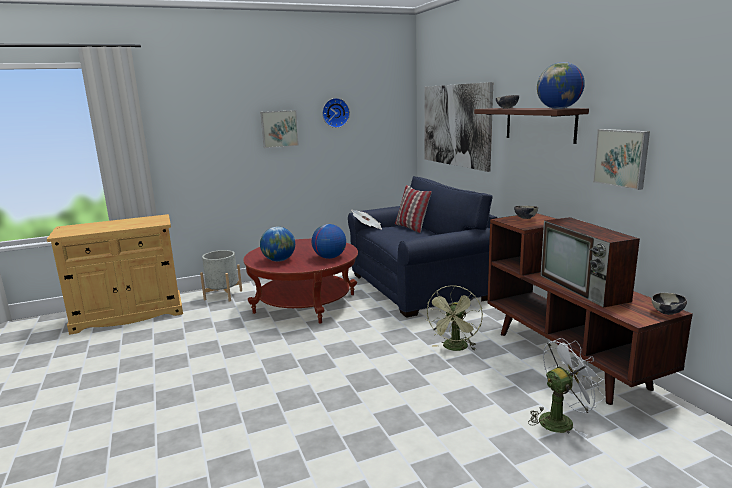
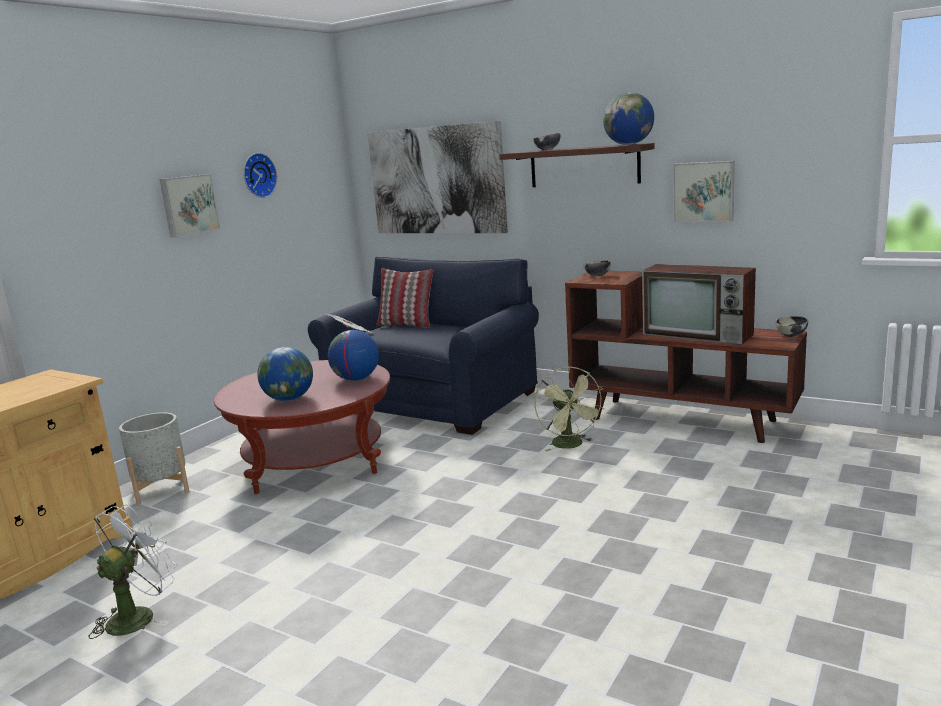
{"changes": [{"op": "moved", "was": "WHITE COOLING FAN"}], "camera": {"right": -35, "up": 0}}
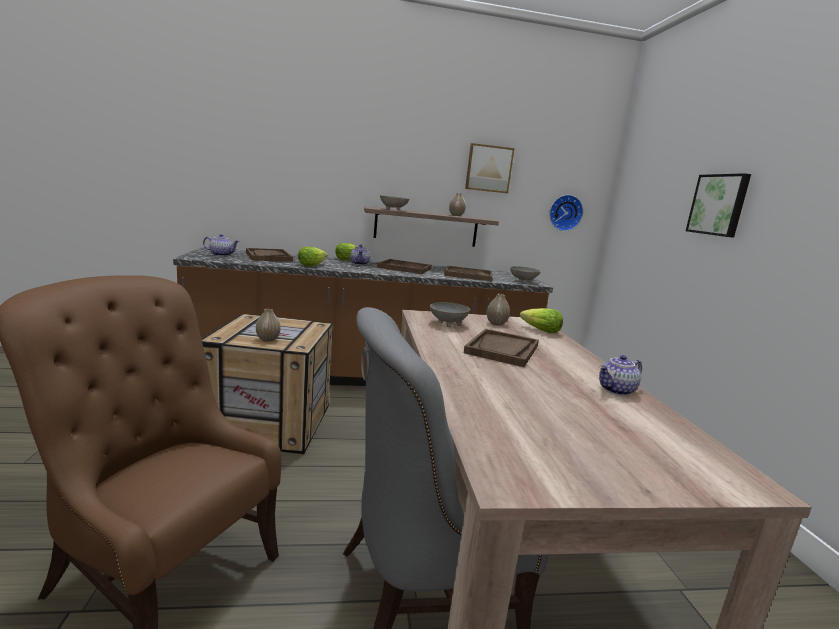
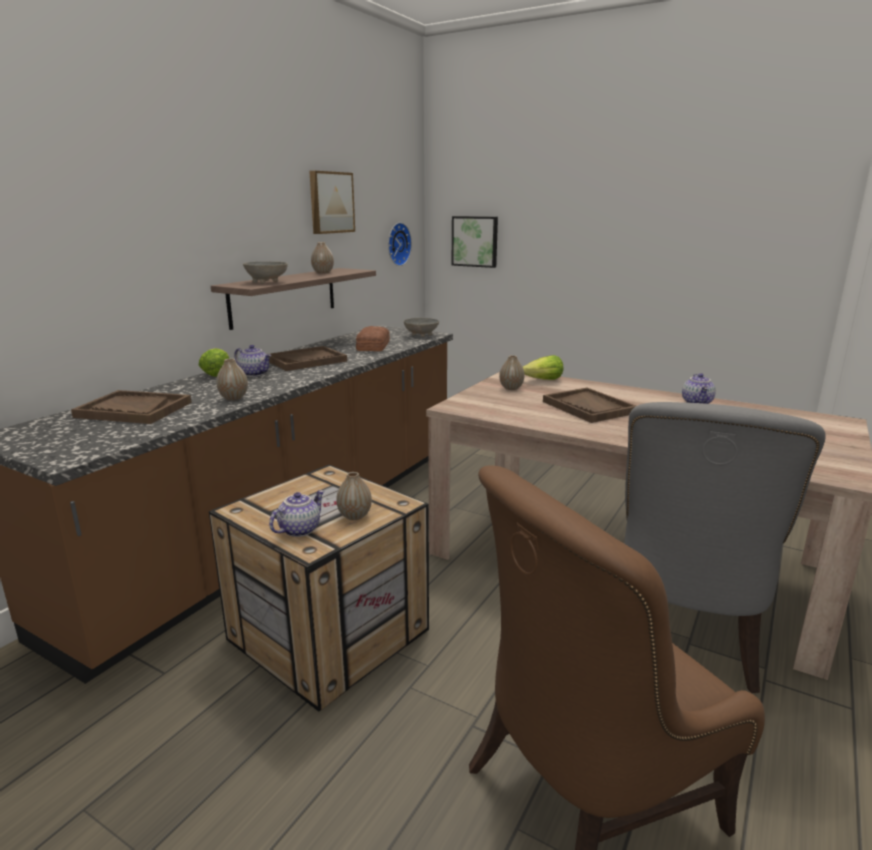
{"changes": [{"op": "moved", "was": "TEAPOT (1st from left in the first image)", "now": "TEAPOT (2nd from left)"}, {"op": "replaced", "was": "LETTUCE (1st from left)", "now": "FLOWER VASE (1st from left)"}, {"op": "removed", "was": "GREY SERVING BOWL (2nd from left)"}, {"op": "replaced", "was": "BROWN TRAY (3rd from left)", "now": "BAKERY BREAD"}, {"op": "moved", "was": "WALL ART (2nd from left)"}], "camera": {"right": -50, "up": 5}}
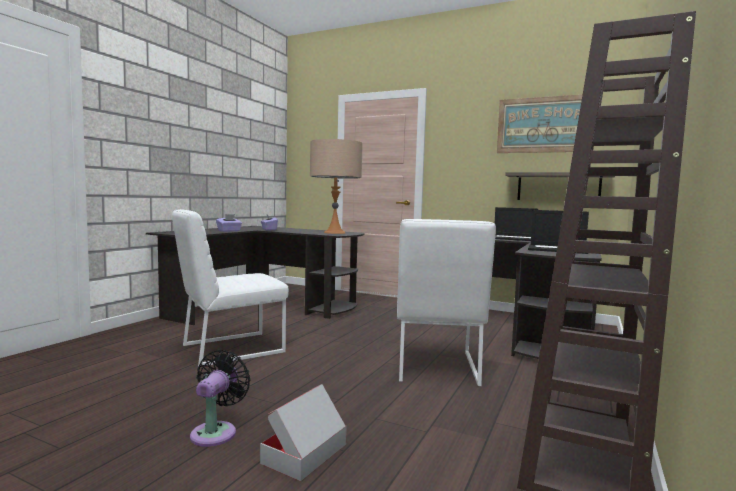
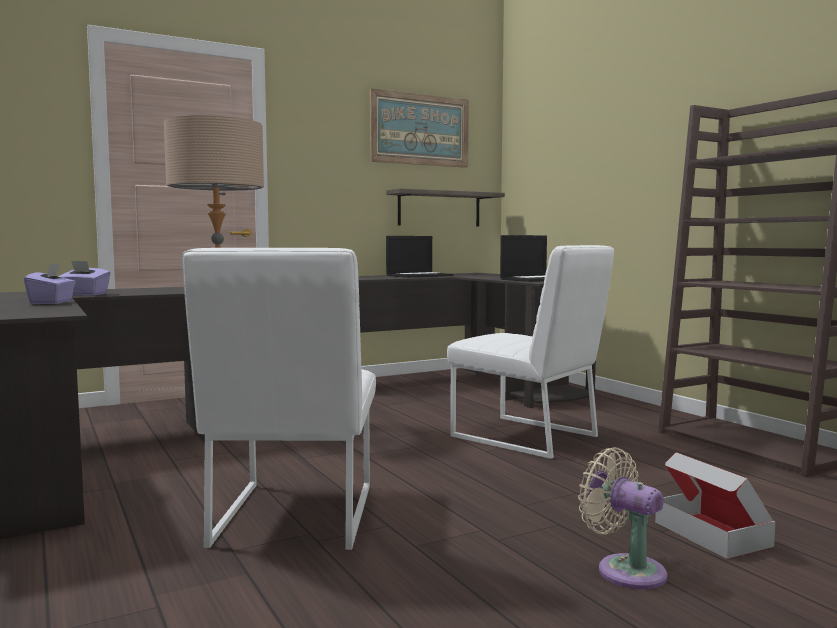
{"changes": [{"op": "recoloured", "was": "BLACKISH COOLING FAN", "now": "SAND-COLOURED COOLING FAN"}], "camera": {"right": -55, "up": 0}}
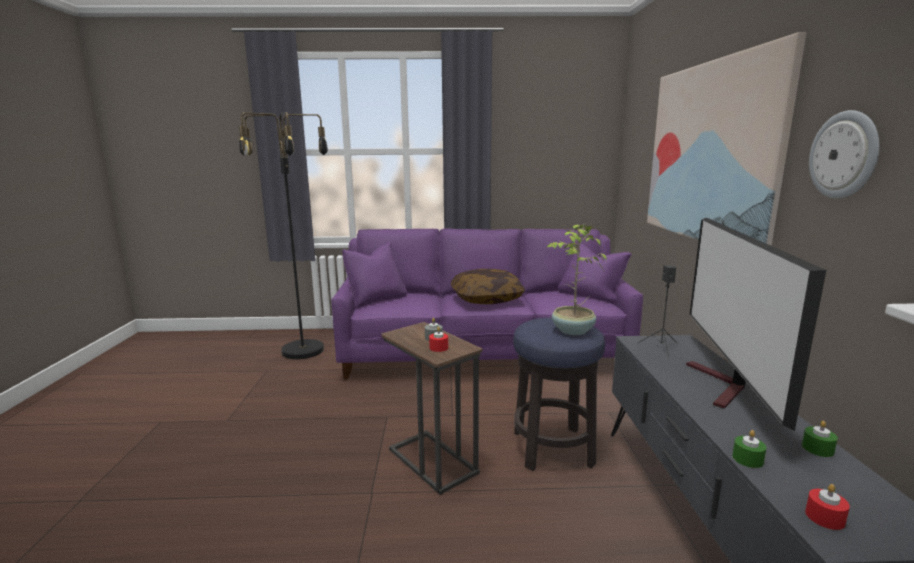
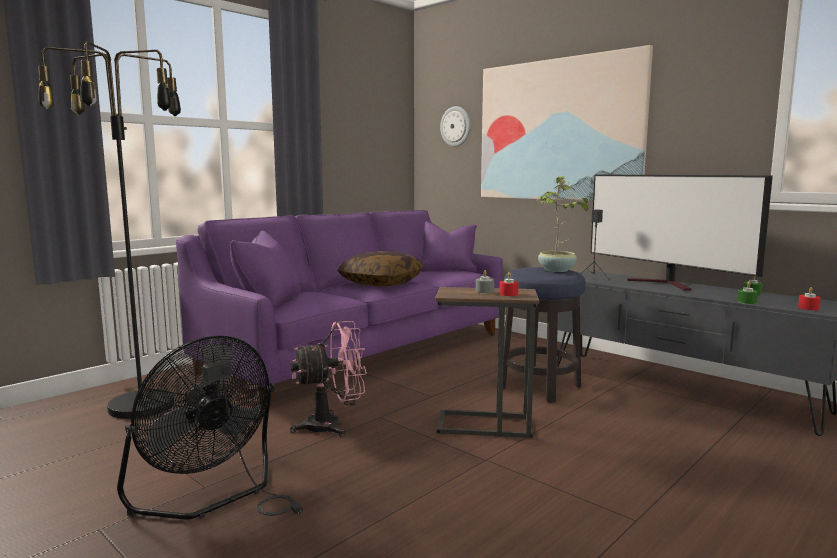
{"changes": [{"op": "moved", "was": "WALL CLOCK"}, {"op": "added", "now": "BLACKISH COOLING FAN"}, {"op": "added", "now": "PINK COOLING FAN"}], "camera": {"right": -45, "up": -5}}
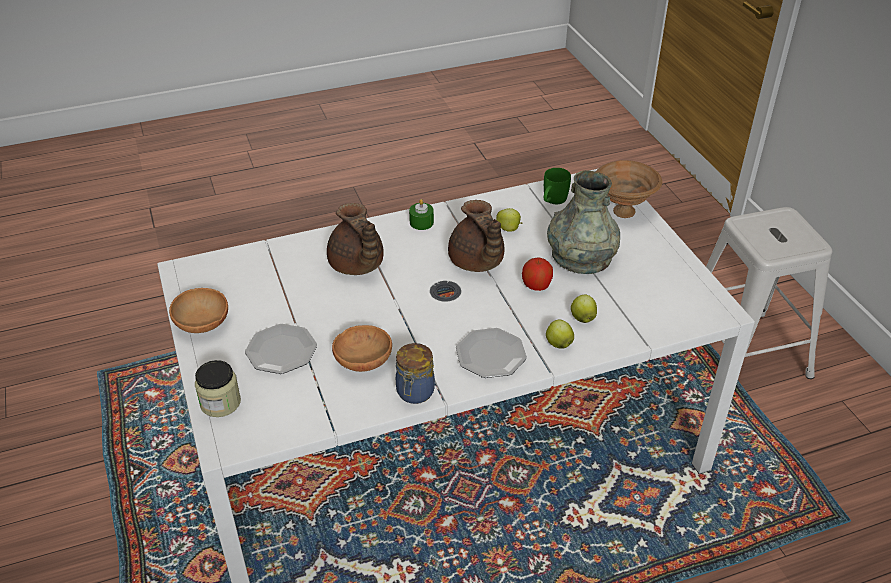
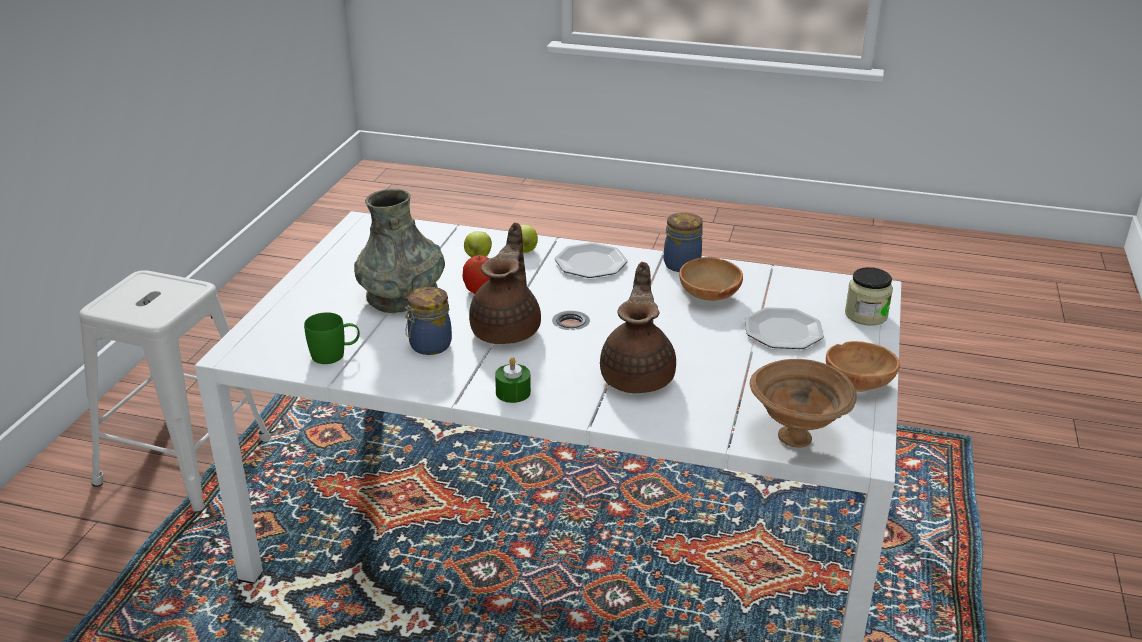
{"changes": [{"op": "replaced", "was": "WHOLE APPLE (1st from left)", "now": "JAR (1st from left)"}, {"op": "moved", "was": "BROWN SERVING BOWL (3rd from left in the first image)", "now": "BROWN SERVING BOWL (2nd from left)"}], "camera": {"right": -145, "up": -10}}
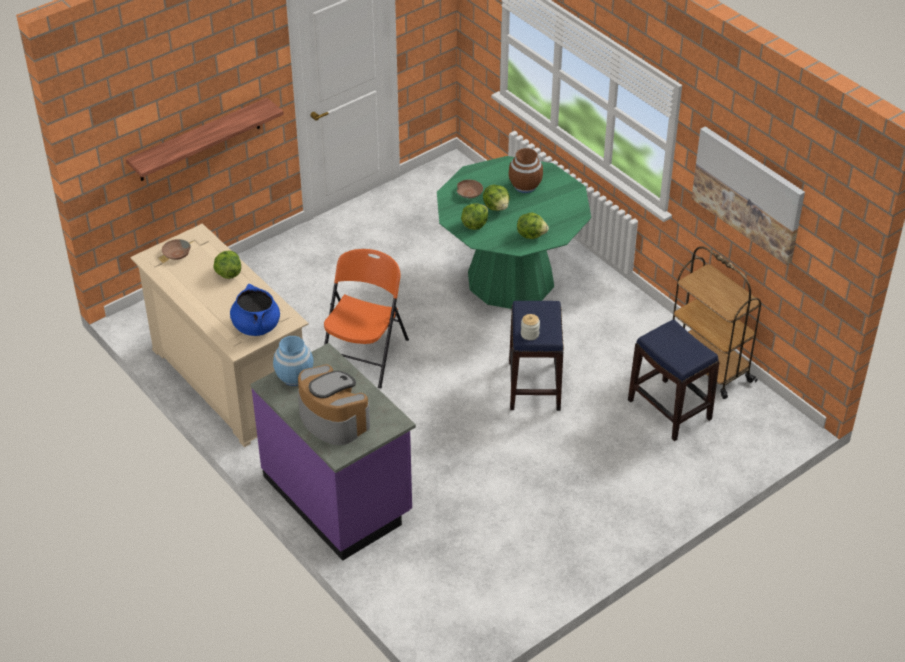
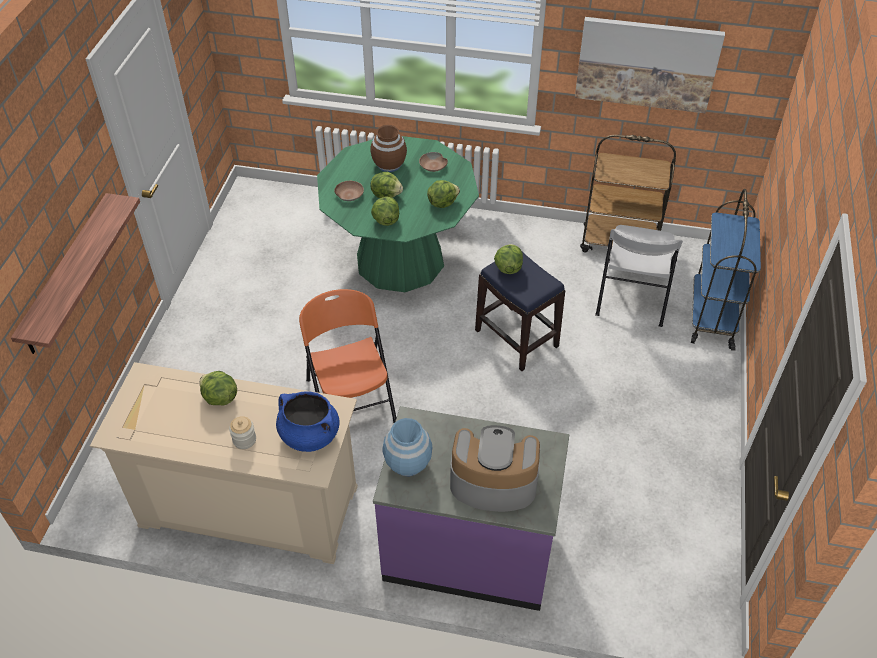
{"changes": [{"op": "moved", "was": "BROWN SERVING BOWL (1st from left in the first image)", "now": "BROWN SERVING BOWL (2nd from left)"}, {"op": "moved", "was": "JAR"}, {"op": "replaced", "was": "STOOL (2nd from left)", "now": "WHITE PLAIN CHAIR"}, {"op": "added", "now": "LETTUCE (5th from left)"}, {"op": "added", "now": "BLUISH CART"}], "camera": {"right": -40, "up": 5}}
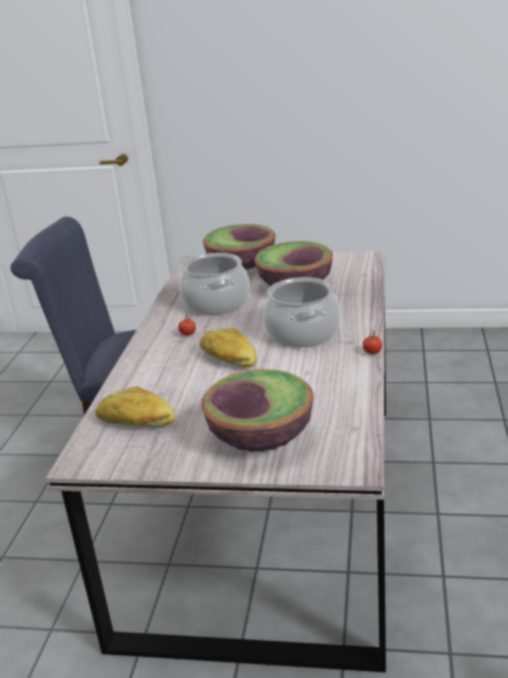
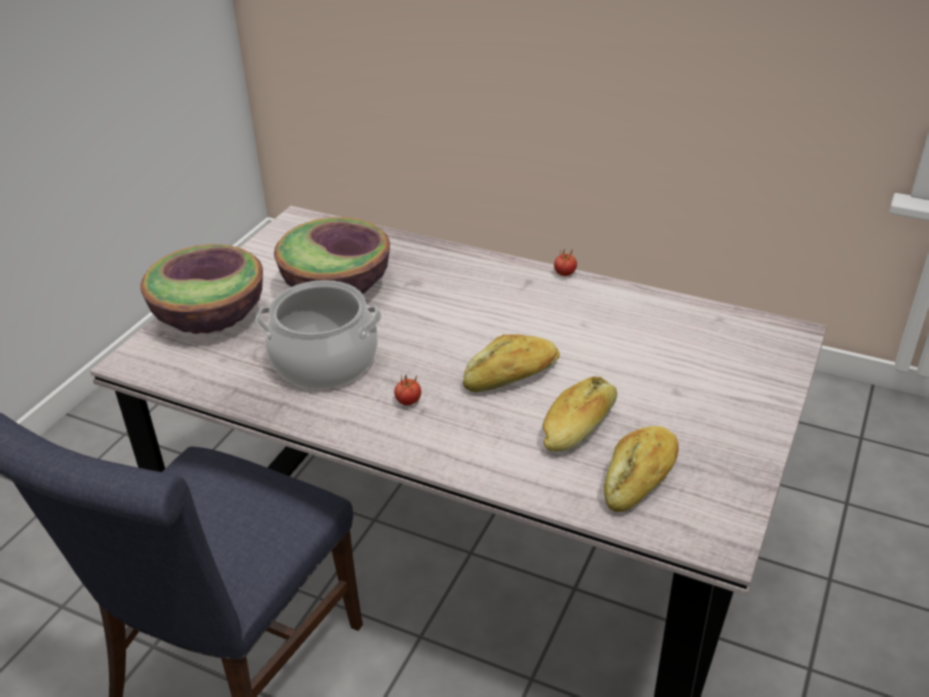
{"changes": [{"op": "removed", "was": "SERVING BOWL (2nd from left)"}, {"op": "removed", "was": "COOKING POT (2nd from left)"}, {"op": "added", "now": "BAKERY BREAD (2nd from left)"}], "camera": {"right": -75, "up": 10}}
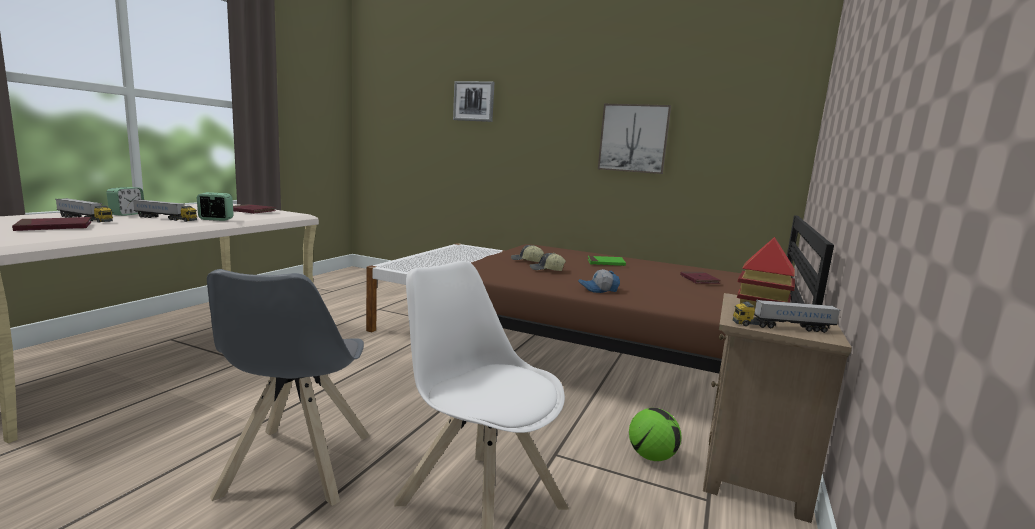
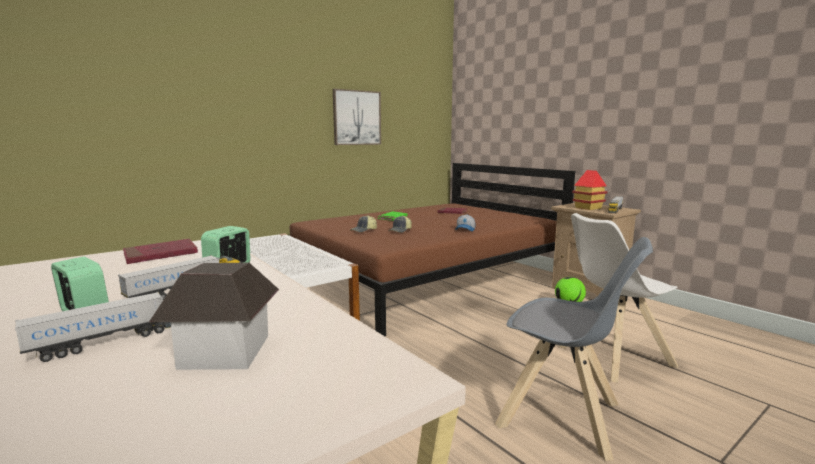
{"changes": [{"op": "replaced", "was": "RED-COLOURED VOLUME (1st from left)", "now": "MODEL HOUSE (1st from left)"}, {"op": "removed", "was": "WALL ART (1st from left)"}], "camera": {"right": -60, "up": 0}}
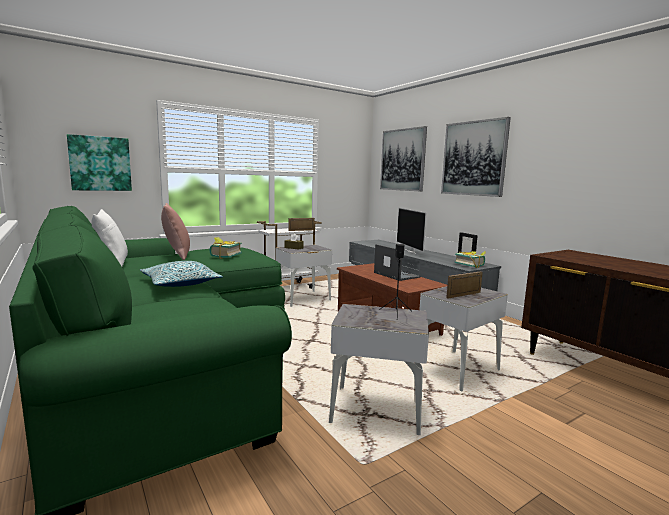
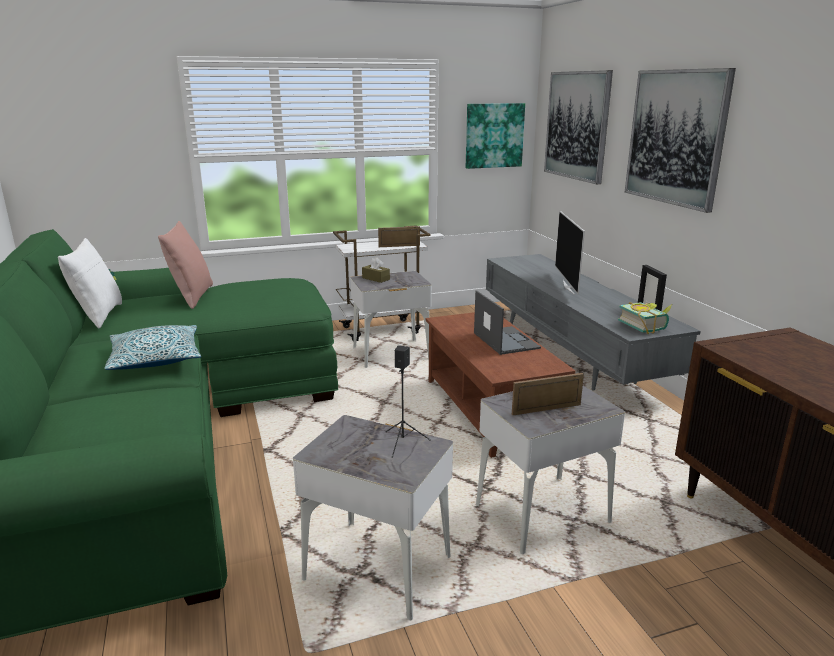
{"changes": [{"op": "moved", "was": "WALL ART (1st from left)"}, {"op": "removed", "was": "VOLUME (1st from left)"}], "camera": {"right": 15, "up": 10}}
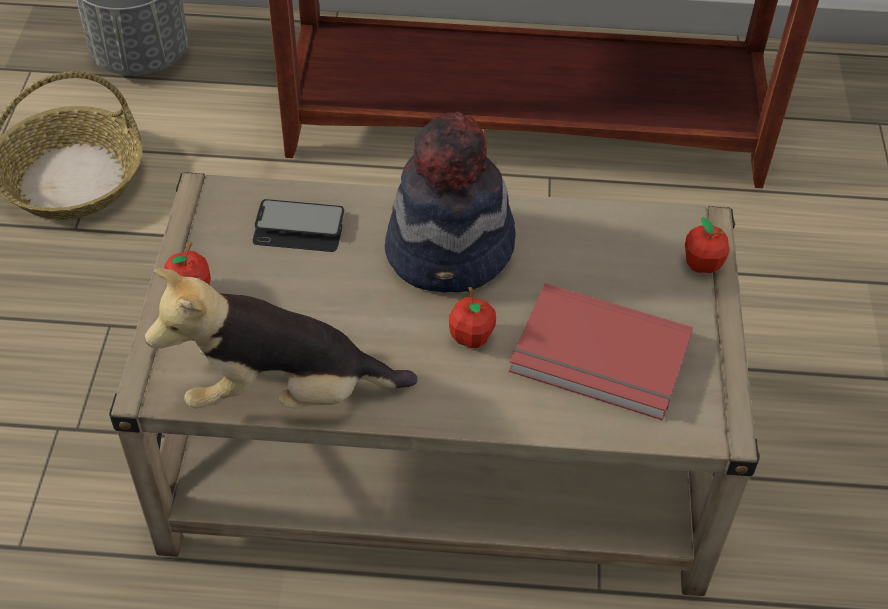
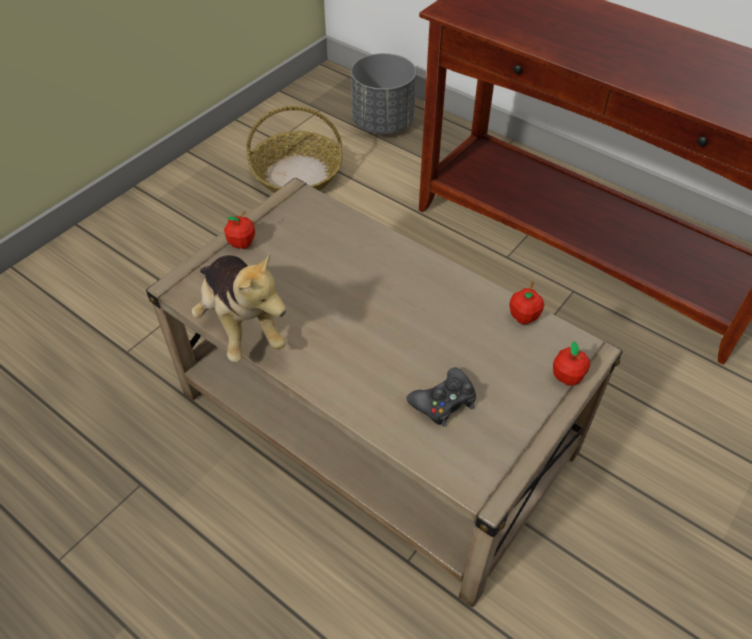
{"changes": [{"op": "turned", "was": "CUDDLY TOY", "clockwise": -150}, {"op": "removed", "was": "TELEPHONE"}, {"op": "removed", "was": "CLOTHING HAT"}, {"op": "moved", "was": "WHOLE APPLE (2nd from left)"}, {"op": "replaced", "was": "RED-COLOURED VOLUME", "now": "BLACKISH GAME CONTROLLER"}], "camera": {"right": 35, "up": 0}}
